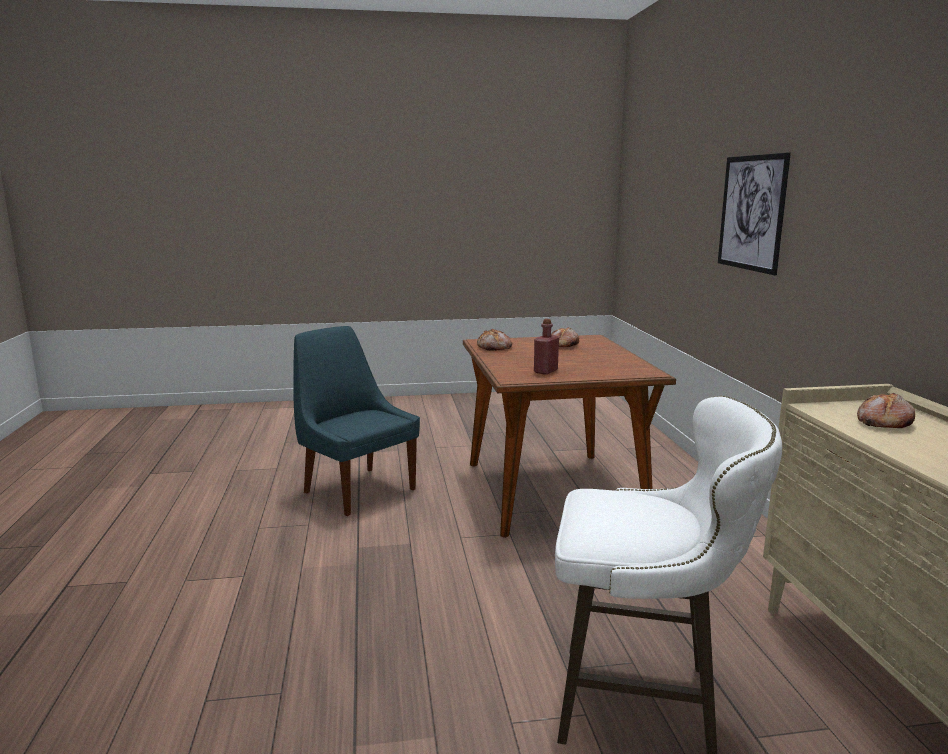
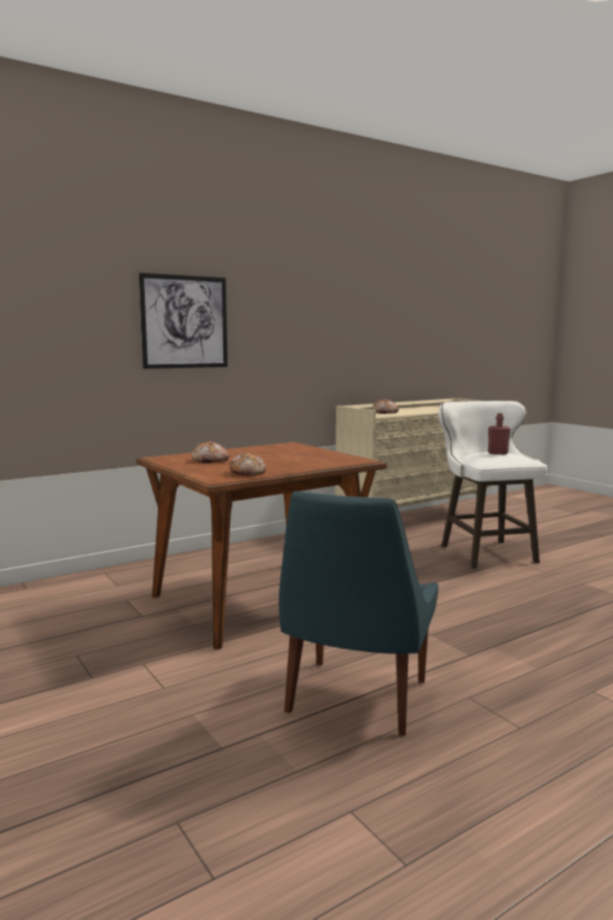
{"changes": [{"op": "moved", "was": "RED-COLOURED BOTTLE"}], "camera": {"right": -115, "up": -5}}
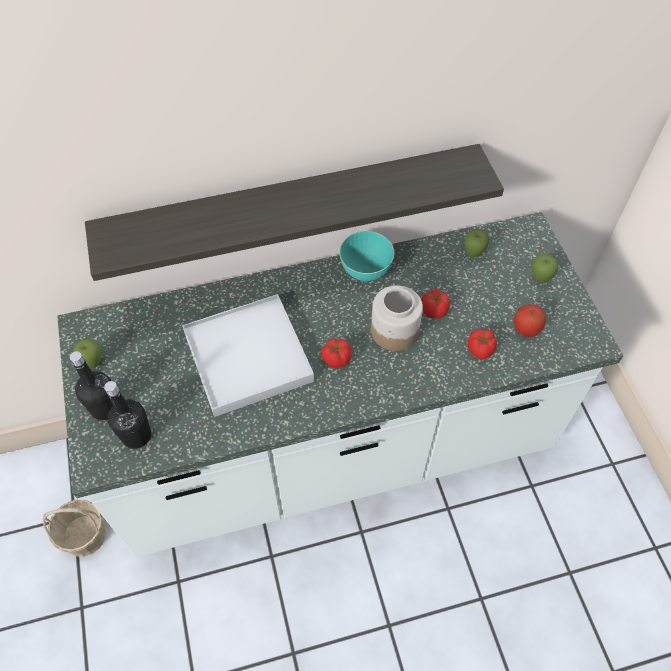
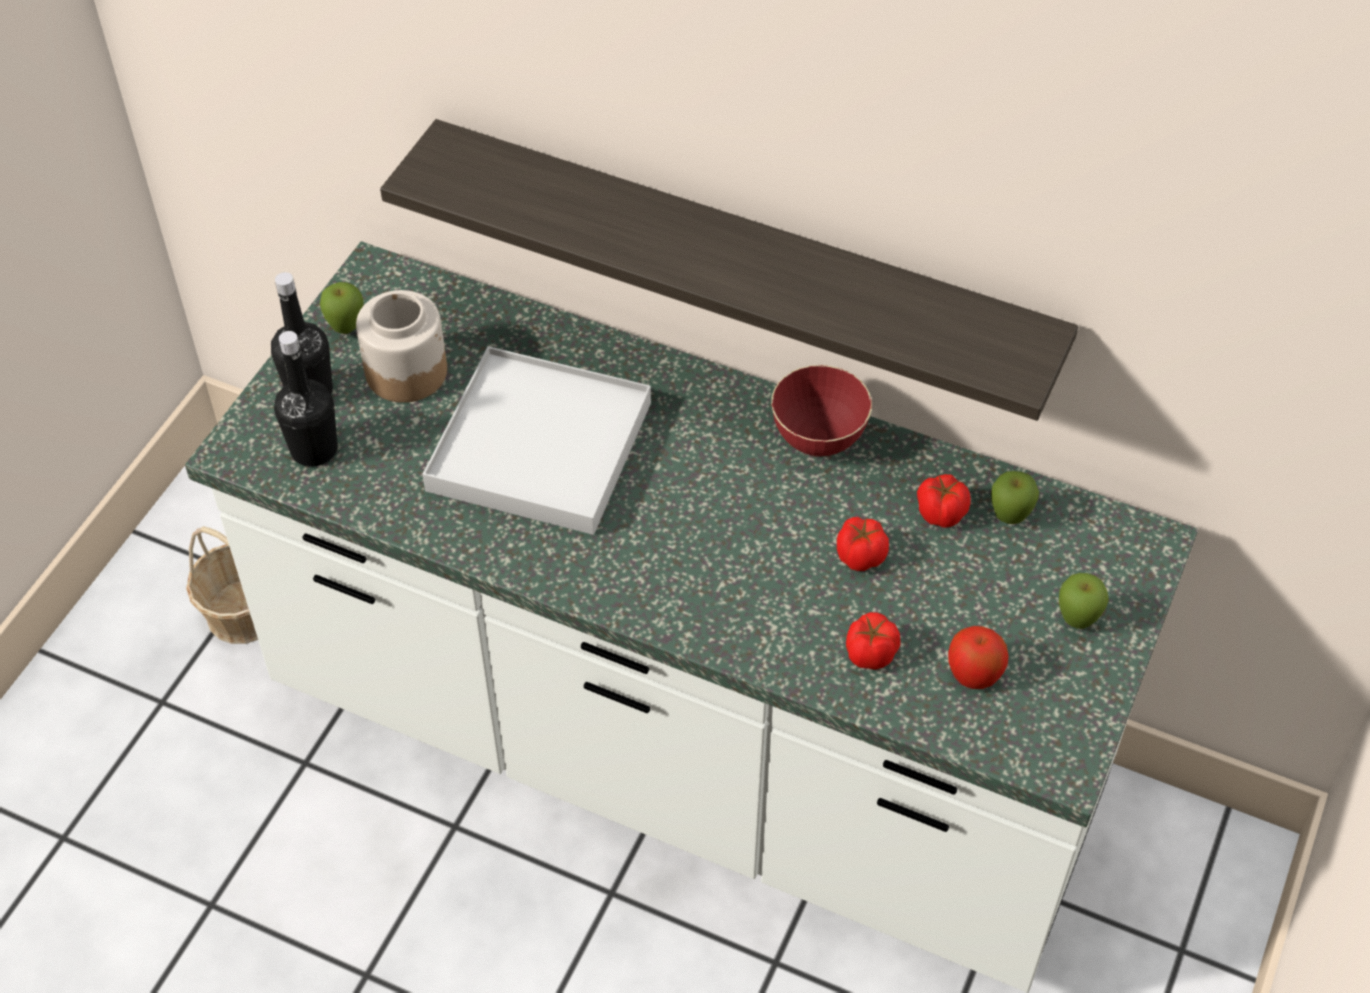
{"changes": [{"op": "moved", "was": "TOMATO (1st from left in the first image)", "now": "TOMATO (3rd from left)"}, {"op": "recoloured", "was": "BLUE-GREEN SERVING BOWL", "now": "RED-COLOURED SERVING BOWL"}, {"op": "moved", "was": "JAR"}], "camera": {"right": 40, "up": -5}}
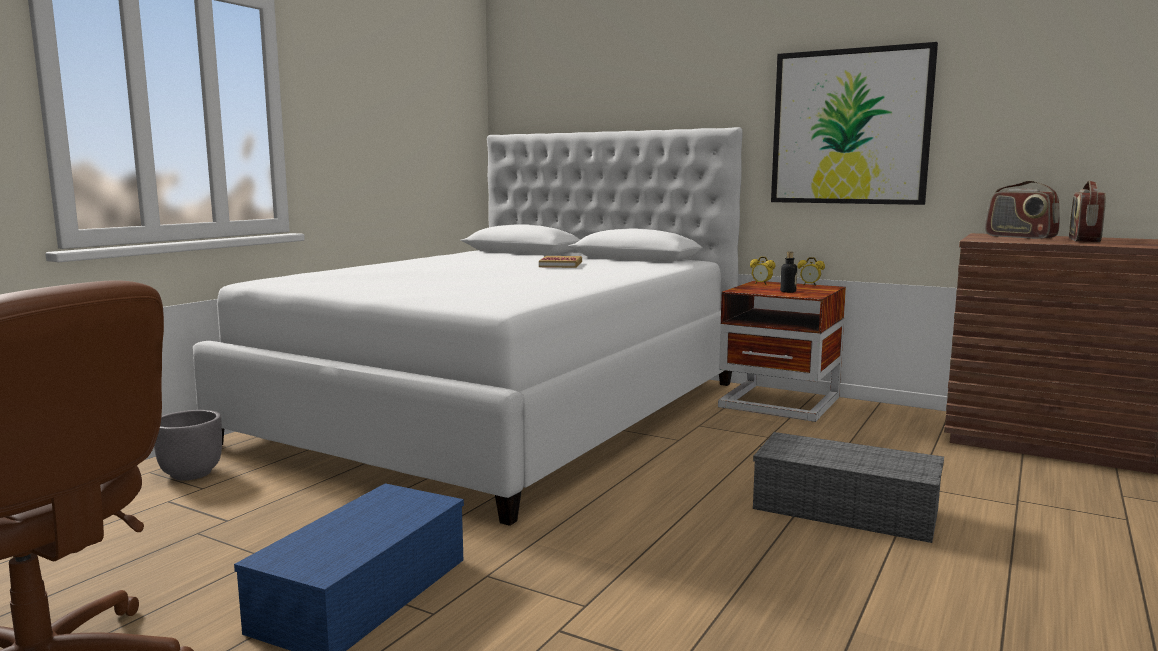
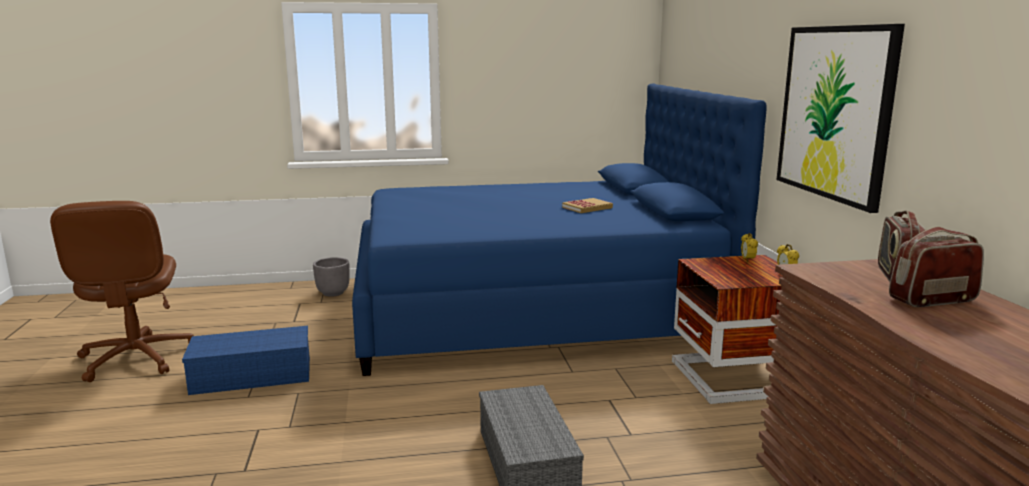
{"changes": [{"op": "recoloured", "was": "WHITE SLEEPING BED", "now": "BLUISH SLEEPING BED"}, {"op": "removed", "was": "BOTTLE"}], "camera": {"right": 50, "up": 5}}
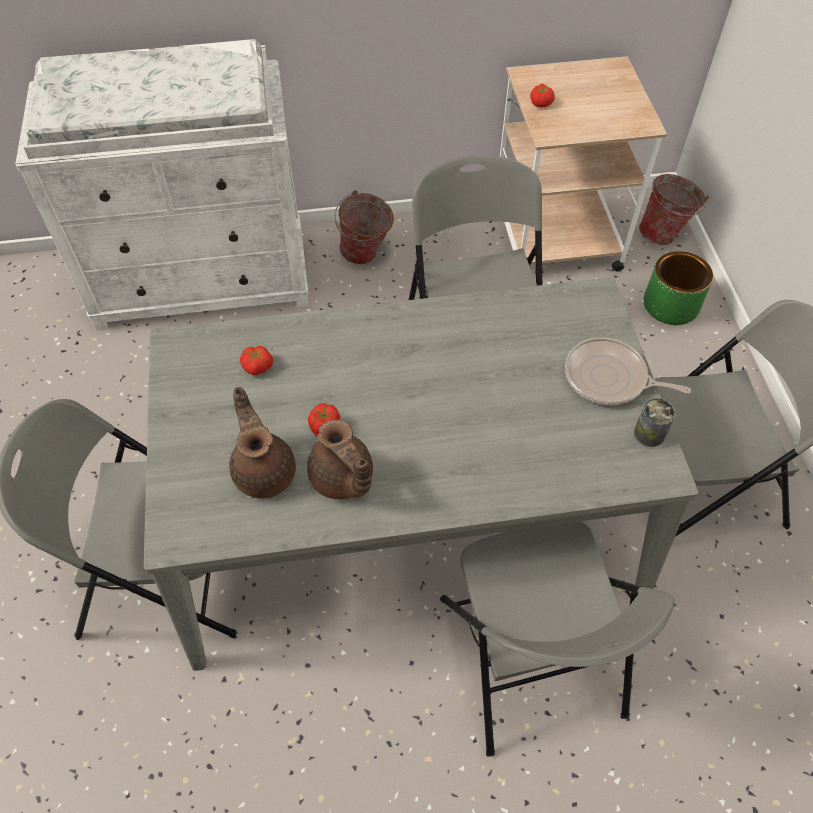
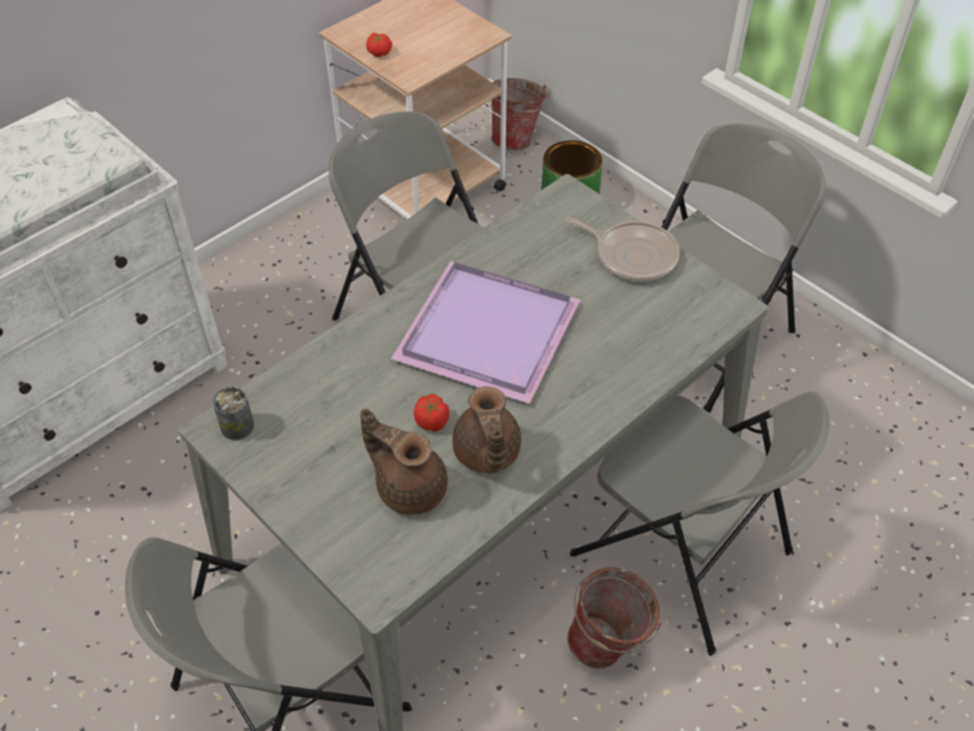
{"changes": [{"op": "removed", "was": "TOMATO (1st from left)"}, {"op": "turned", "was": "BROWN TEAPOT (2nd from left)", "clockwise": 60}, {"op": "moved", "was": "PAIL (1st from left in the first image)", "now": "PAIL (2nd from left)"}, {"op": "turned", "was": "PAN", "clockwise": -135}, {"op": "moved", "was": "CAN"}, {"op": "added", "now": "PURPLISH TRAY"}], "camera": {"right": -35, "up": -5}}
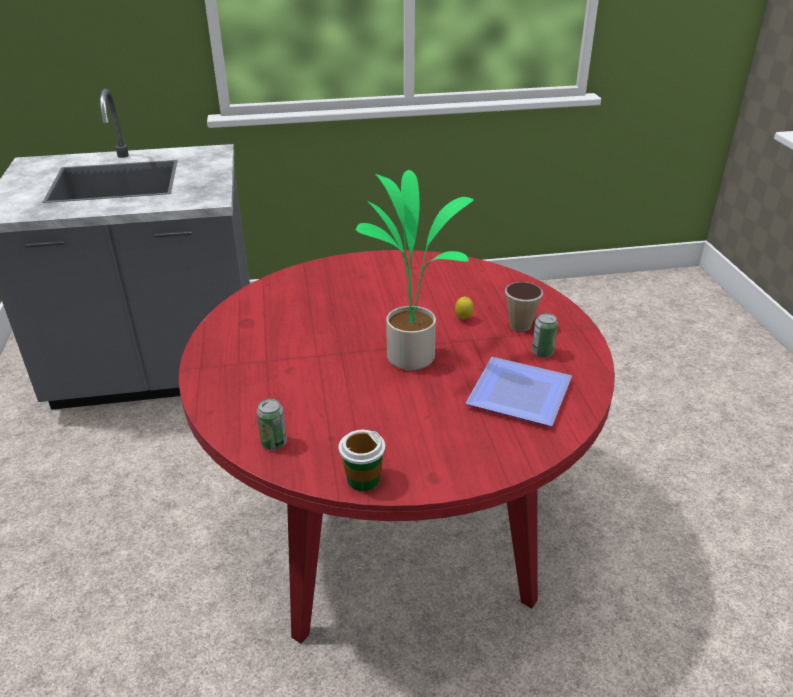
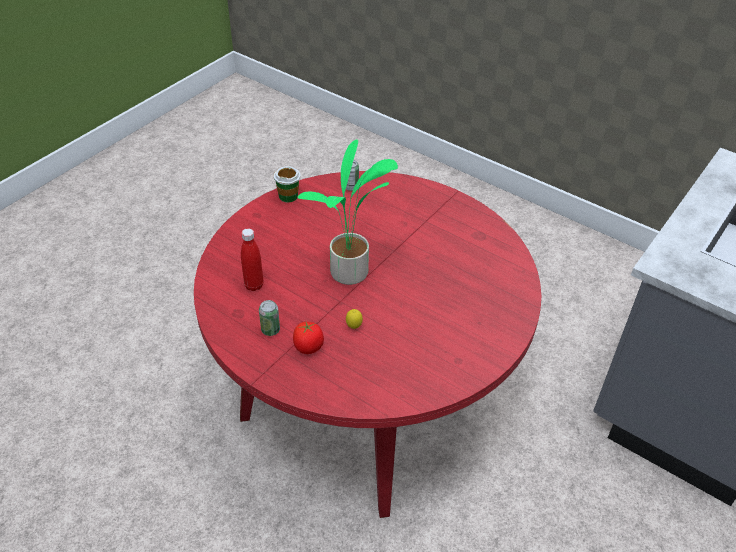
{"changes": [{"op": "replaced", "was": "FLAT DISH", "now": "RED-COLOURED BOTTLE"}, {"op": "replaced", "was": "DRINKING CUP (2nd from left)", "now": "TOMATO"}], "camera": {"right": 135, "up": 10}}
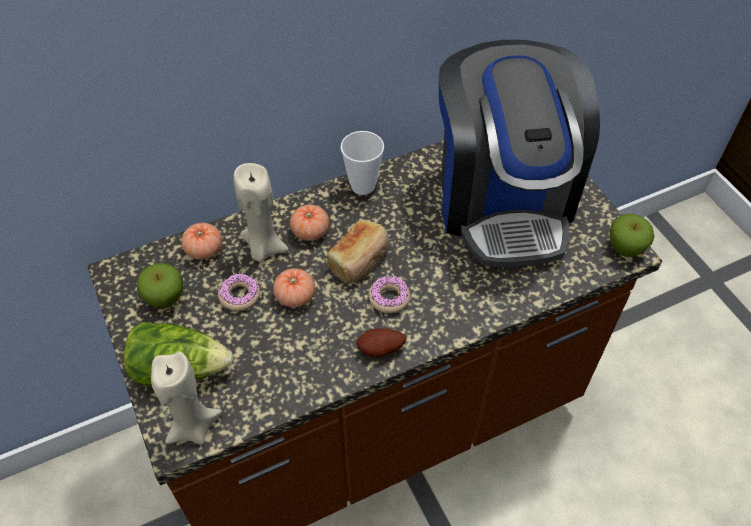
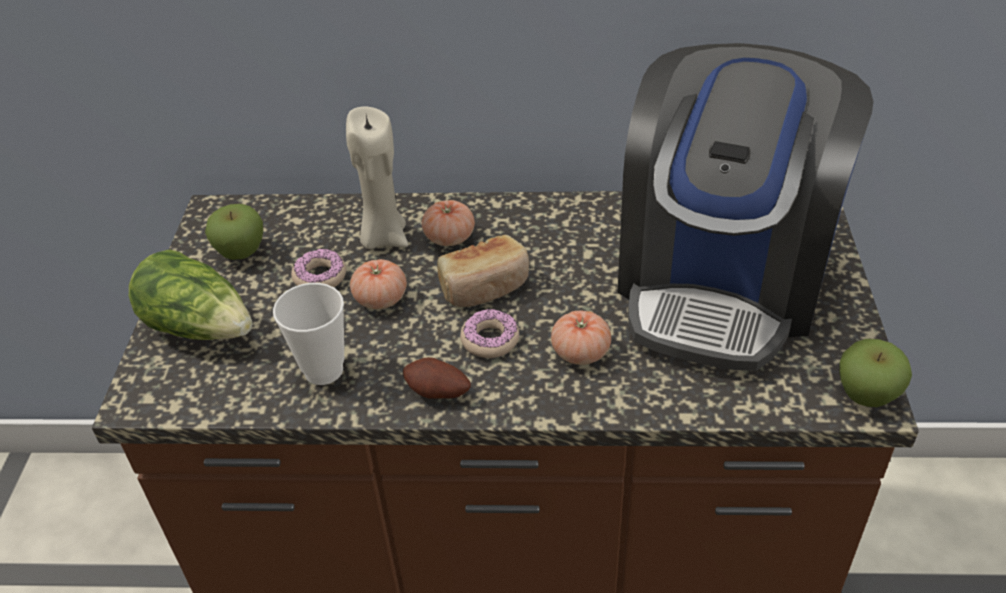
{"changes": [{"op": "removed", "was": "SAND-COLOURED WAX LIGHT (1st from left)"}, {"op": "moved", "was": "TOMATO (1st from left in the first image)", "now": "TOMATO (3rd from left)"}, {"op": "moved", "was": "DRINKING CUP"}], "camera": {"right": 30, "up": -10}}
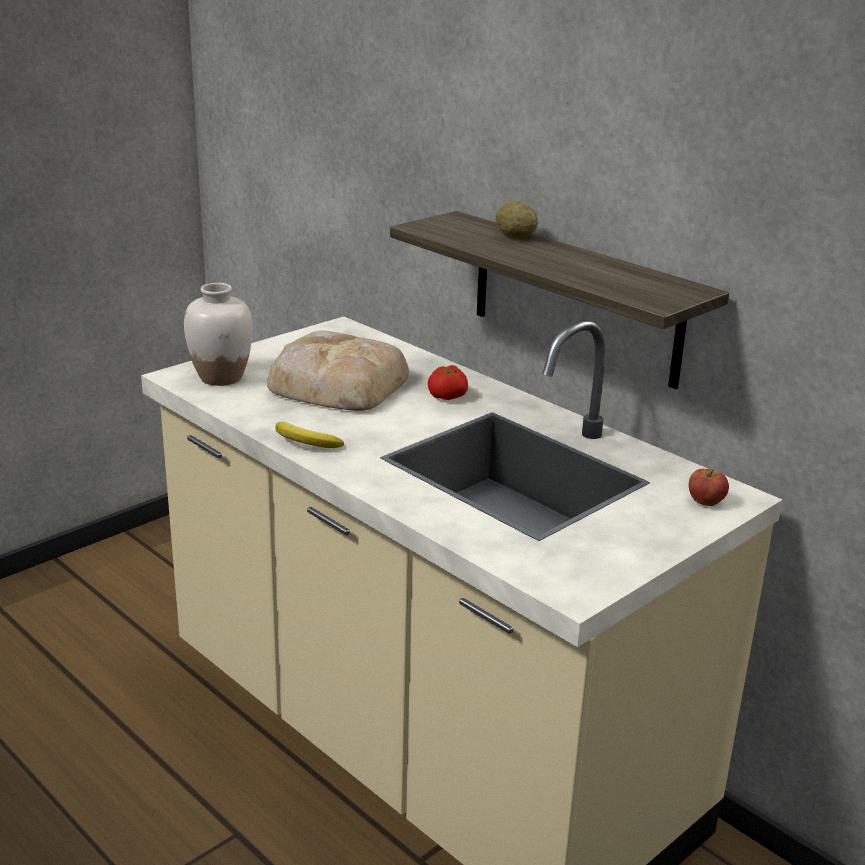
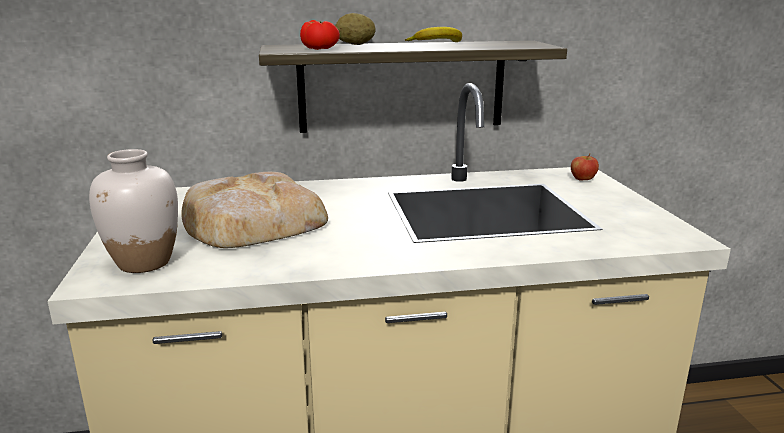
{"changes": [{"op": "moved", "was": "BANANA FRUIT"}, {"op": "moved", "was": "TOMATO"}], "camera": {"right": -55, "up": -5}}
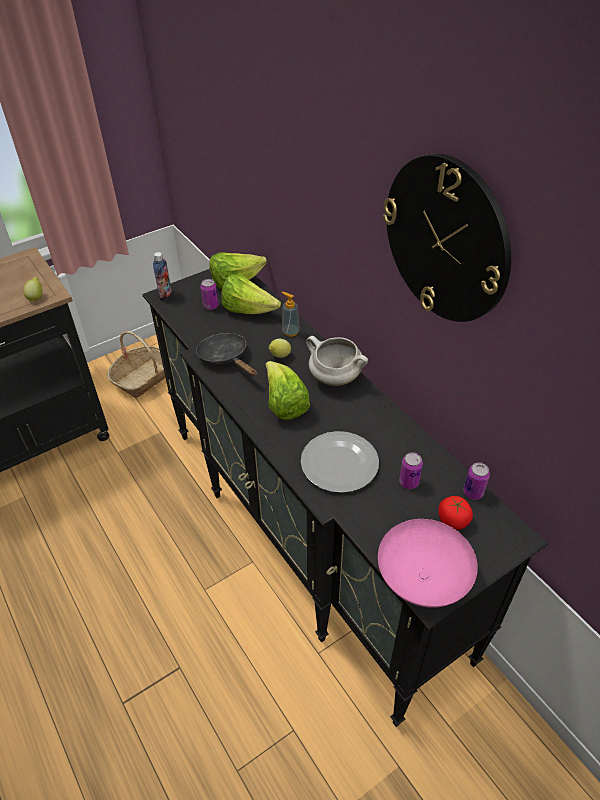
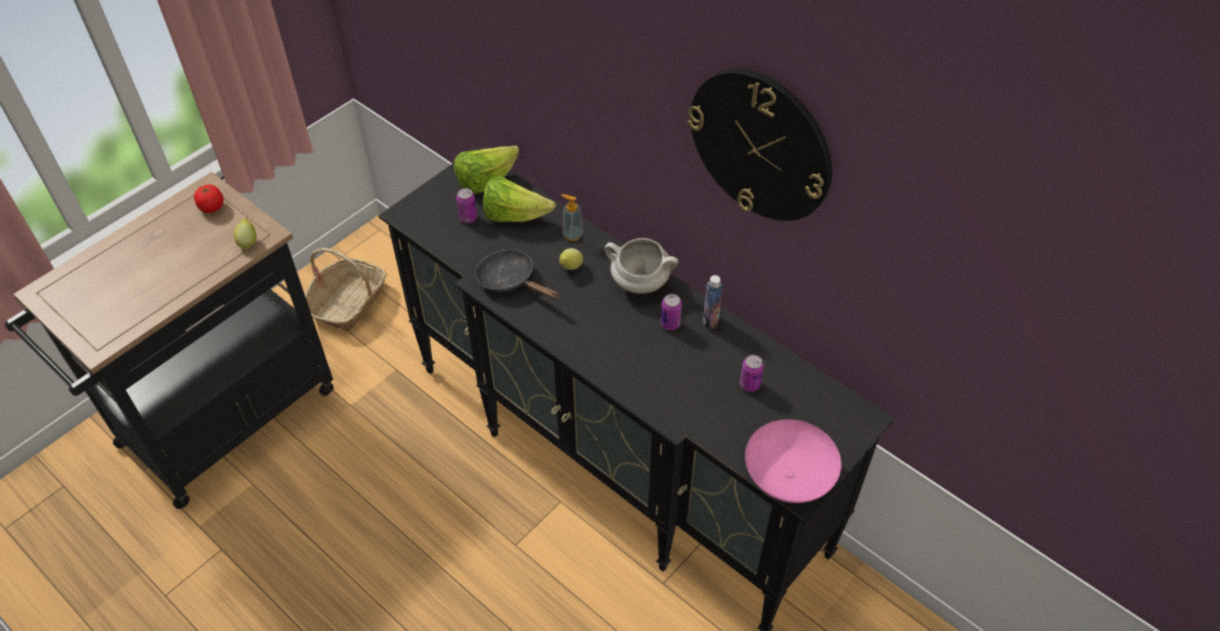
{"changes": [{"op": "moved", "was": "BOTTLE"}, {"op": "removed", "was": "LETTUCE (3rd from left)"}, {"op": "removed", "was": "FLAT DISH"}, {"op": "moved", "was": "TOMATO"}, {"op": "moved", "was": "CAN (3rd from left in the first image)", "now": "CAN (2nd from left)"}], "camera": {"right": -15, "up": 5}}
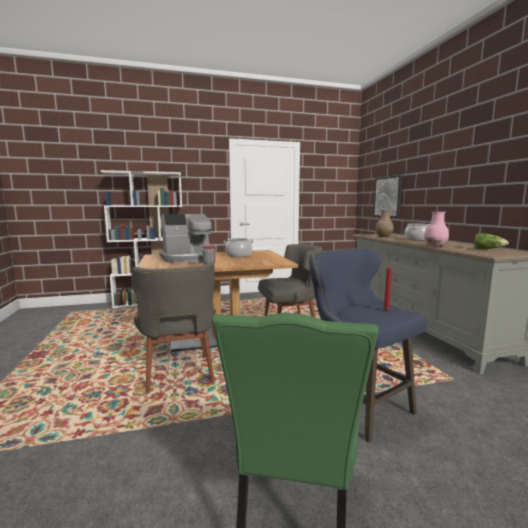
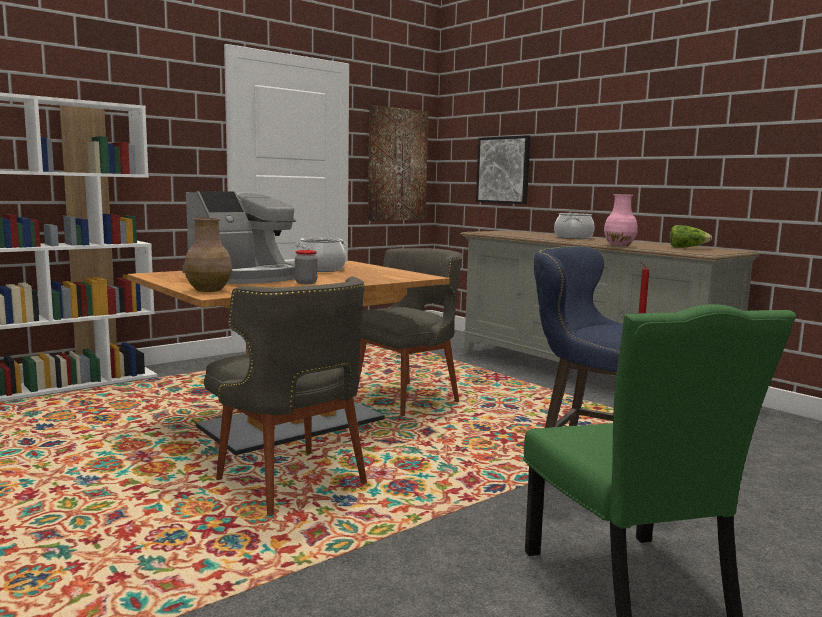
{"changes": [{"op": "moved", "was": "BROWN FLOWER VASE"}, {"op": "added", "now": "WALL ART (1st from left)"}], "camera": {"right": -25, "up": 0}}
